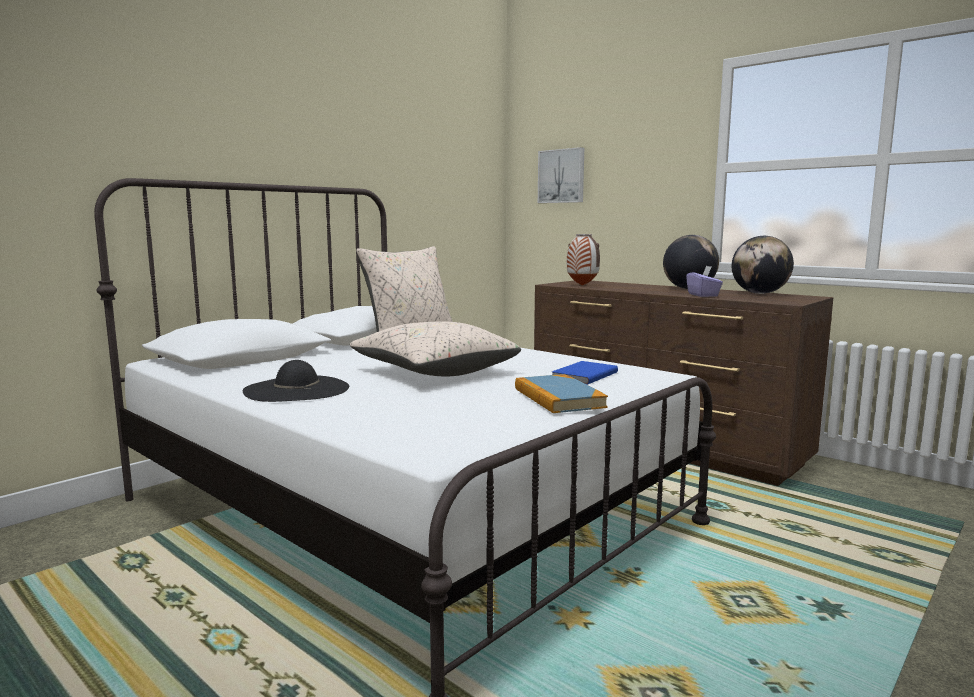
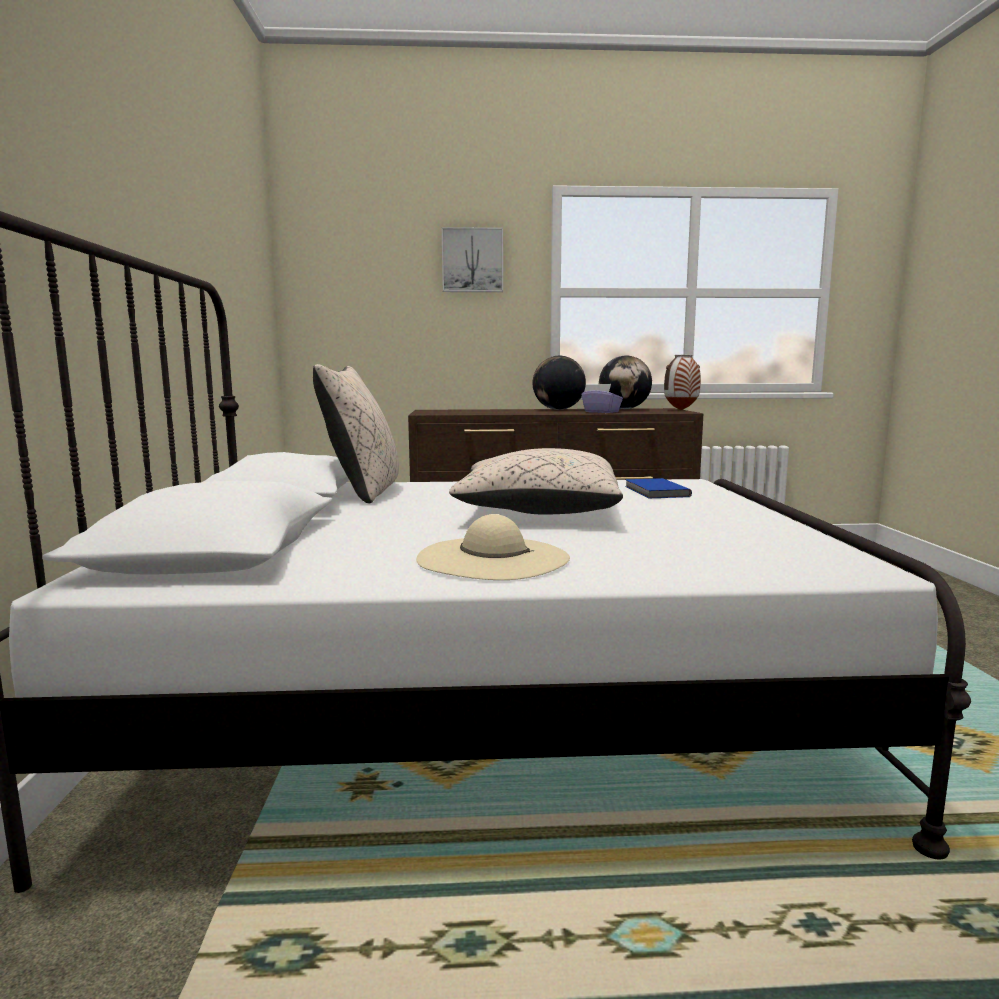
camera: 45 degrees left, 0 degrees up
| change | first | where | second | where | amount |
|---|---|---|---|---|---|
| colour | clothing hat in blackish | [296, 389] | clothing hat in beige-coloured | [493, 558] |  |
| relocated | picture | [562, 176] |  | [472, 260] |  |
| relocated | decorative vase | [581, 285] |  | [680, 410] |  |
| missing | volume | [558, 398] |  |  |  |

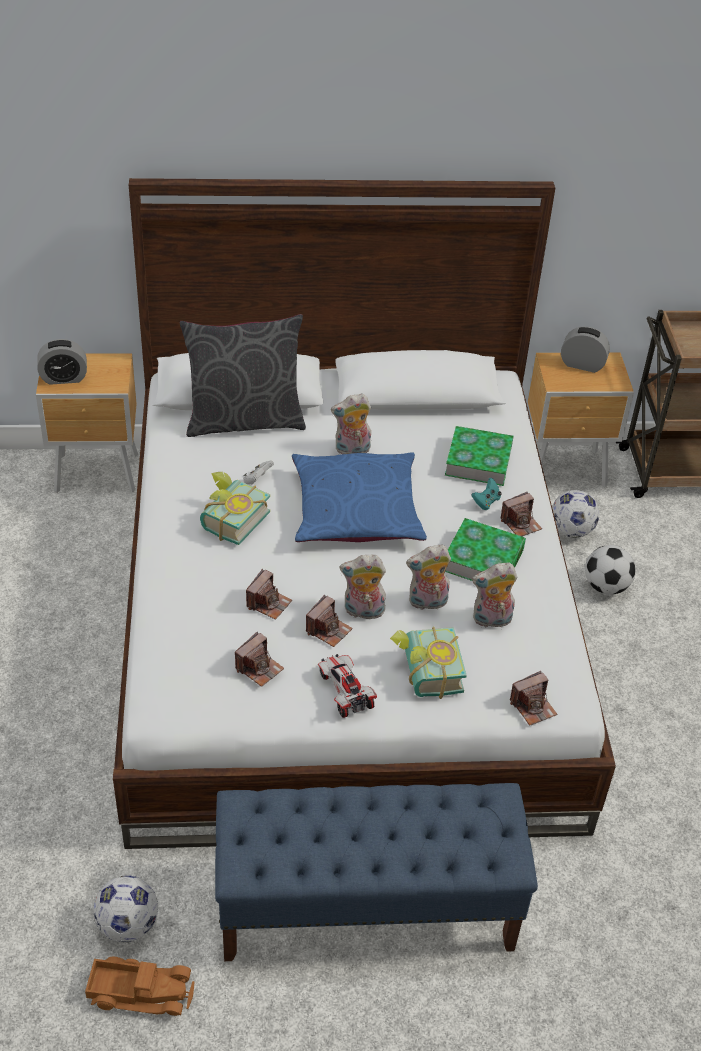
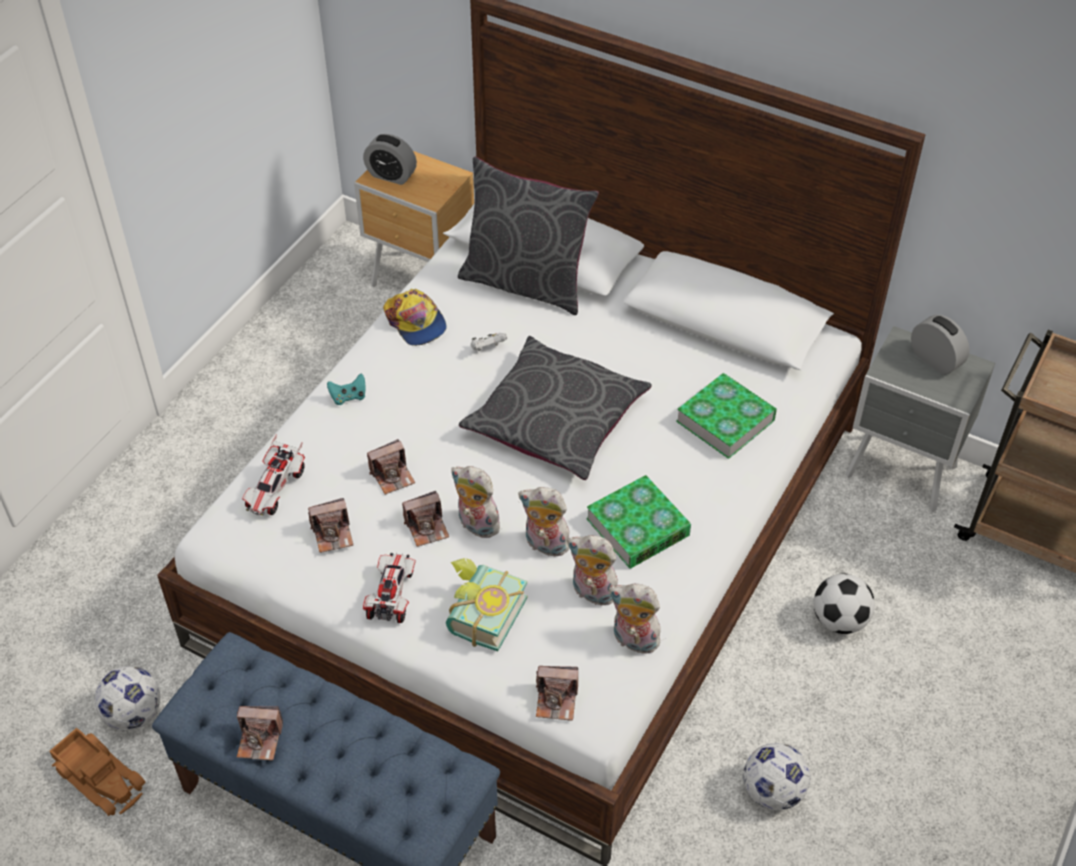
camera: 35 degrees right, 5 degrees up
| change | first | where | second | where | amount |
|---|---|---|---|---|---|
| relocated | photo camera | [520, 523] |  | [260, 740] |  |
| appeared |  |  | model car | [275, 489] |  |
| relocated | joypad in turquoise | [486, 502] |  | [348, 397] |  |
| appeared |  |  | baseball cap | [416, 322] |  |
| colour | pillow in blue | [356, 510] | pillow in gray | [555, 419] |  |
| relocated | plush toy | [351, 450] |  | [633, 641] |  |
| relocated | football ball | [571, 530] |  | [772, 791] |  |
| colour | bedside table in brown | [566, 470] | bedside table in gray | [902, 474] |  |
| missing | volume | [230, 520] |  |  |  |

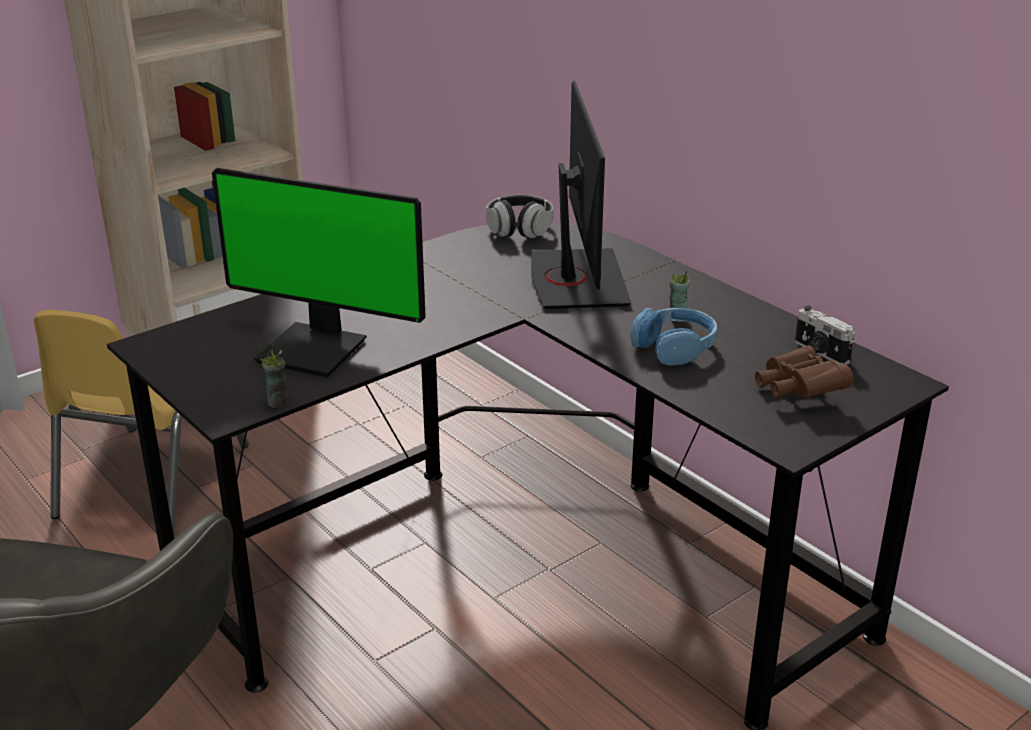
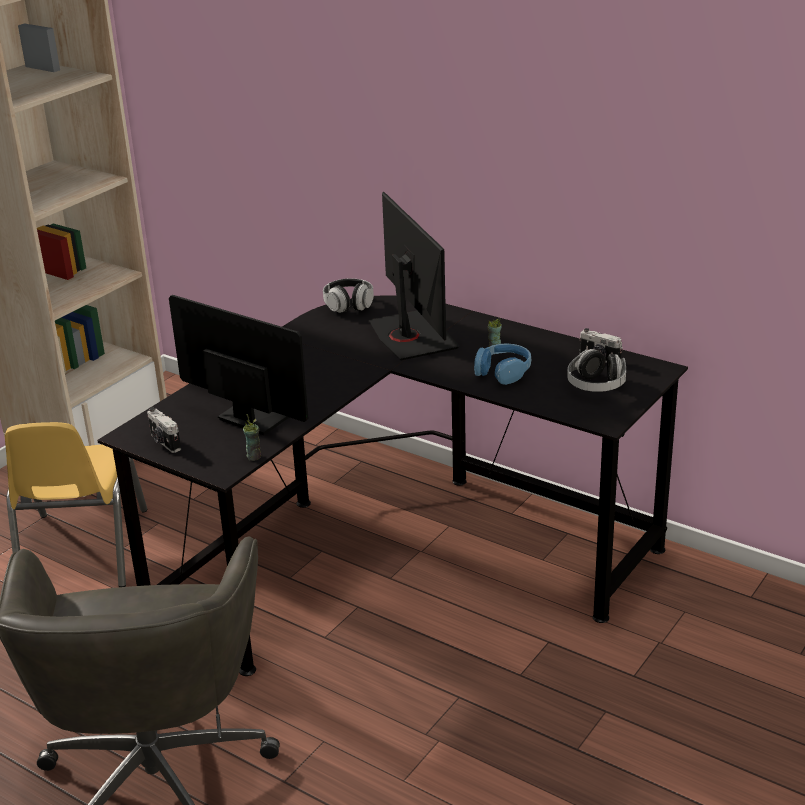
camera: 15 degrees left, 0 degrees up
| change | first | where | second | where | amount |
|---|---|---|---|---|---|
| appeared |  |  | photo camera | [164, 442] |  |
| spun | computer display | [316, 349] |  | [256, 416] | 150 degrees counterclockwise |
| exchanged | pair of binoculars in brown | [797, 390] | headset | [596, 386] |  |

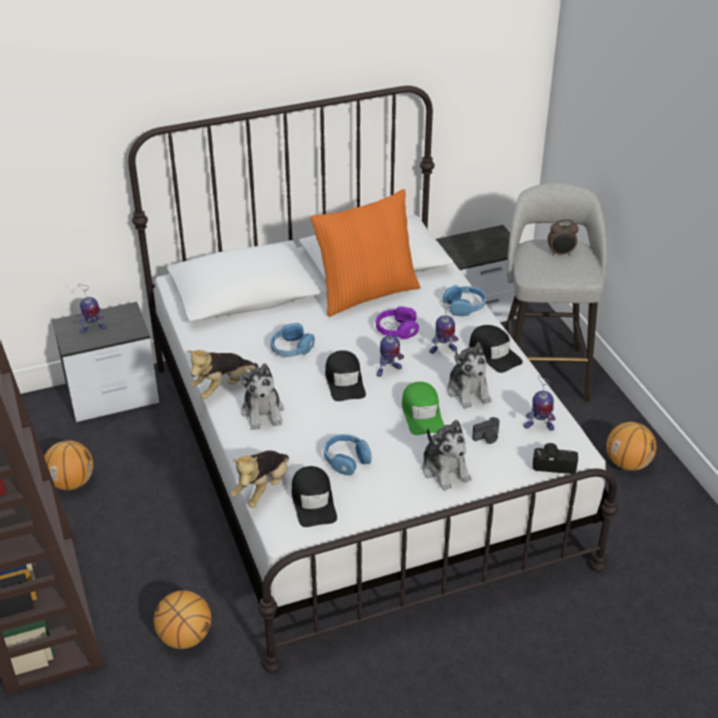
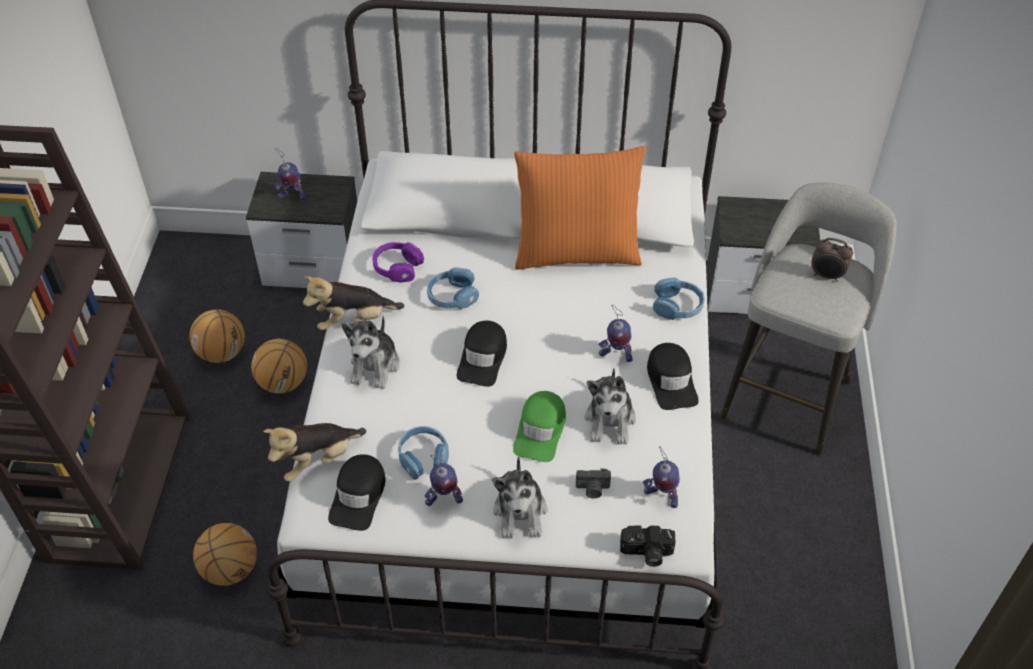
camera: 25 degrees right, 10 degrees up
| change | first | where | second | where | amount |
|---|---|---|---|---|---|
| relocated | basketball | [627, 463] |  | [283, 383] |  |
| relocated | headset in purplish | [396, 329] |  | [397, 267] |  |
| relocated | robot figure | [388, 370] |  | [443, 500] |  |
| spun | photo camera | [554, 464] |  | [646, 553] | 150 degrees clockwise |

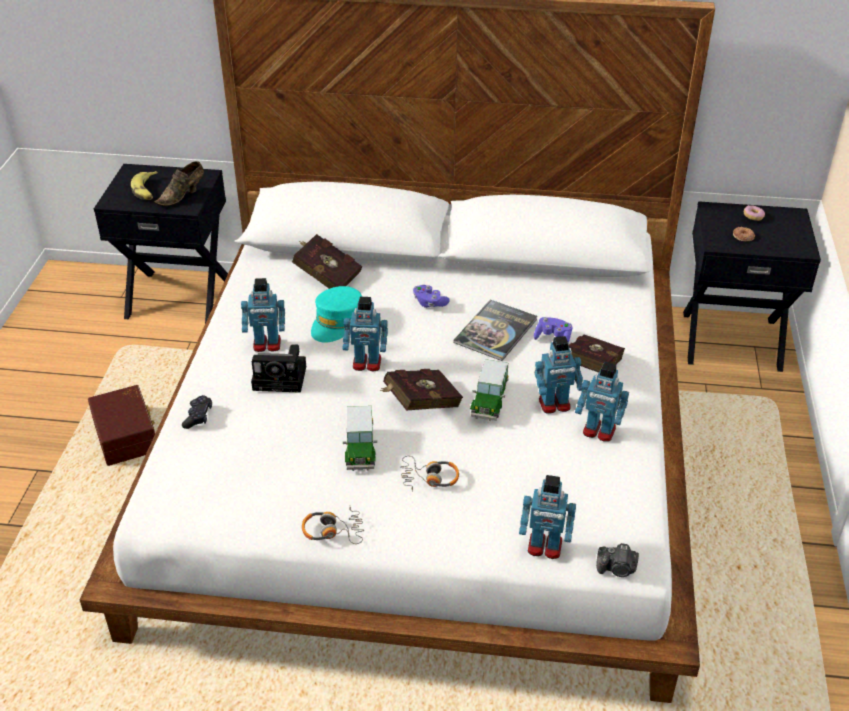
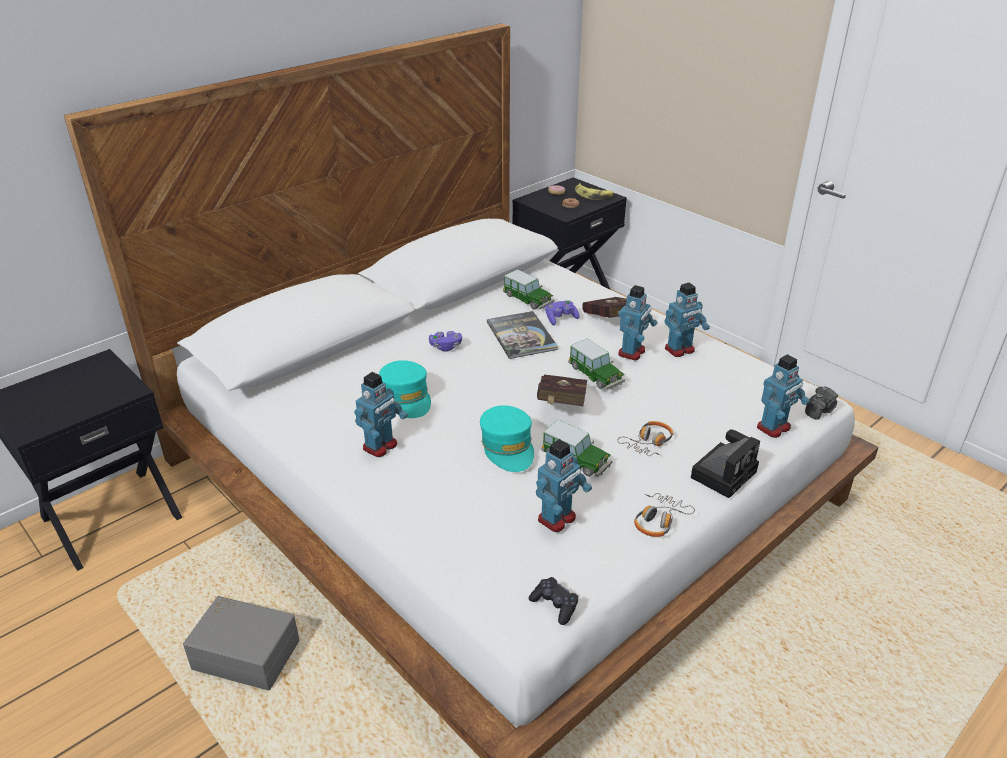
camera: 50 degrees left, 5 degrees down
| change | first | where | second | where | amount |
|---|---|---|---|---|---|
| colour | storage box in brown | [127, 436] | storage box in gray | [247, 653] |  |
| appeared |  |  | baseball cap in turquoise | [508, 447] |  |
| appeared |  |  | model car | [528, 299] |  |
| relocated | joypad in blackish | [198, 416] |  | [555, 605] |  |
| relocated | robot figure | [367, 364] |  | [557, 519] |  |
| relocated | banana | [146, 190] |  | [593, 195] |  |
| relocated | photo camera | [282, 378] |  | [724, 473] |  |
| missing | item of footwear in brown | [183, 195] |  |  |  |
| missing | volume in red-coloured | [326, 276] |  |  |  |

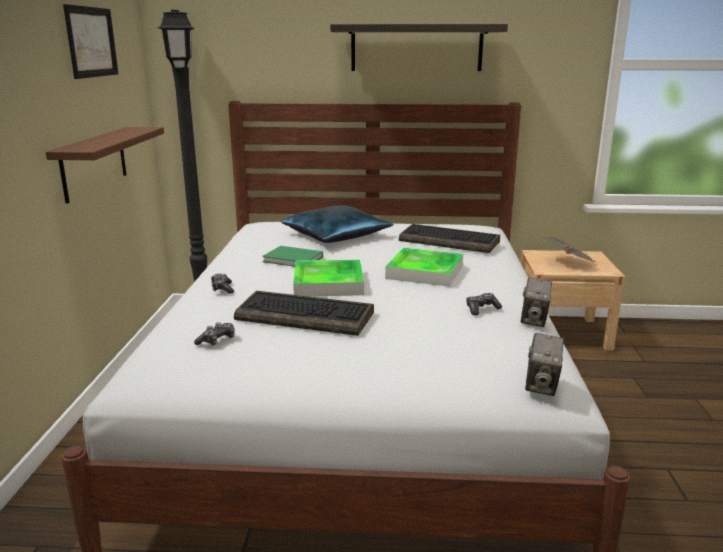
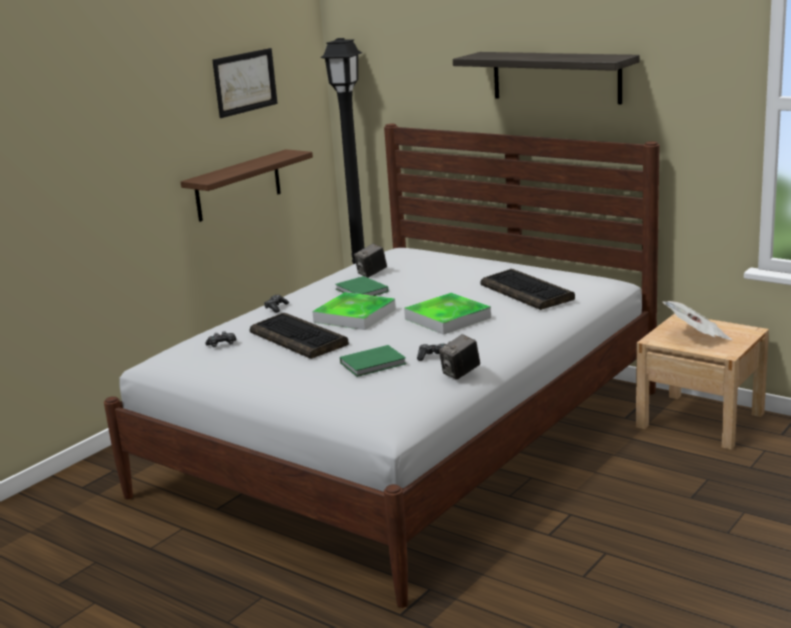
camera: 35 degrees right, 0 degrees up
| change | first | where | second | where | amount |
|---|---|---|---|---|---|
| appeared |  |  | volume in green | [375, 363] |  |
| relocated | photo camera | [542, 385] |  | [371, 274] |  |
| missing | pillow in blue | [336, 235] |  |  |  |

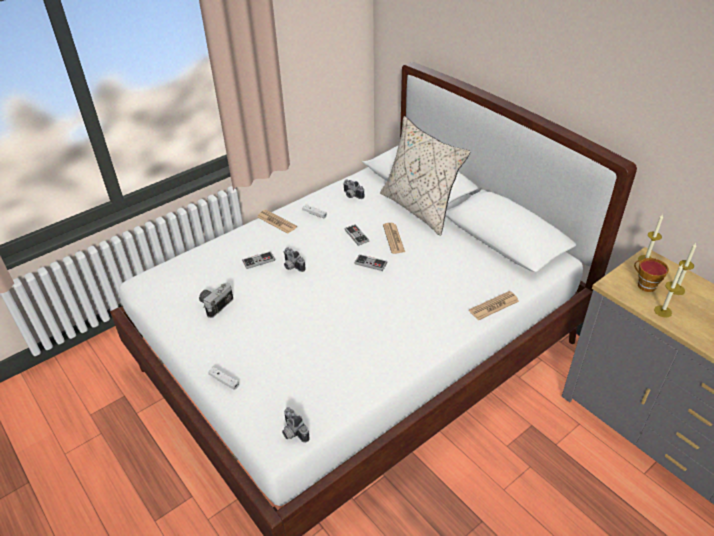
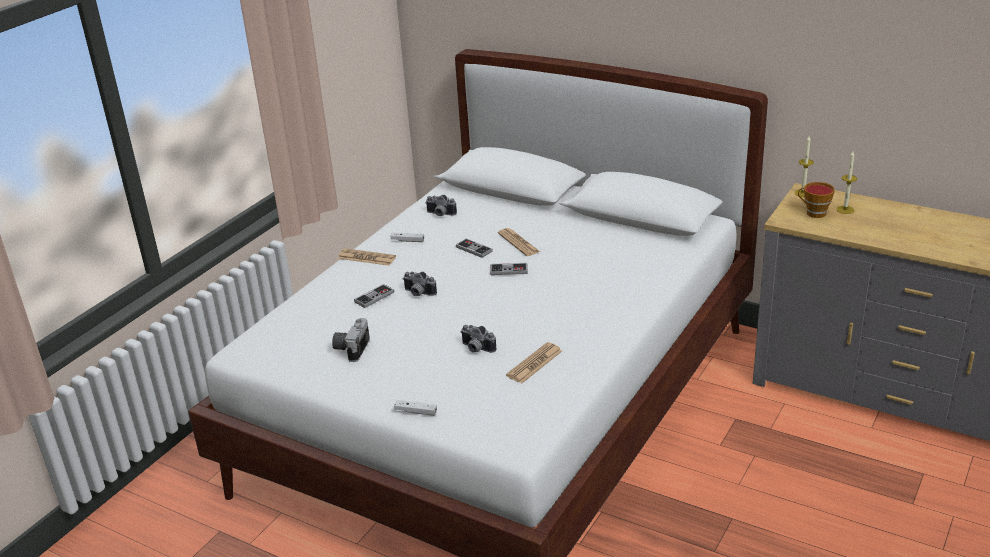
camera: 20 degrees left, 10 degrees down
| change | first | where | second | where | amount |
|---|---|---|---|---|---|
| relocated | photo camera | [292, 432] |  | [476, 349] |  |
| relocated | newspaper | [494, 306] |  | [534, 363] |  |
| missing | pillow in beige-coloured | [420, 208] |  |  |  |
| missing | wax light | [663, 311] |  |  |  |

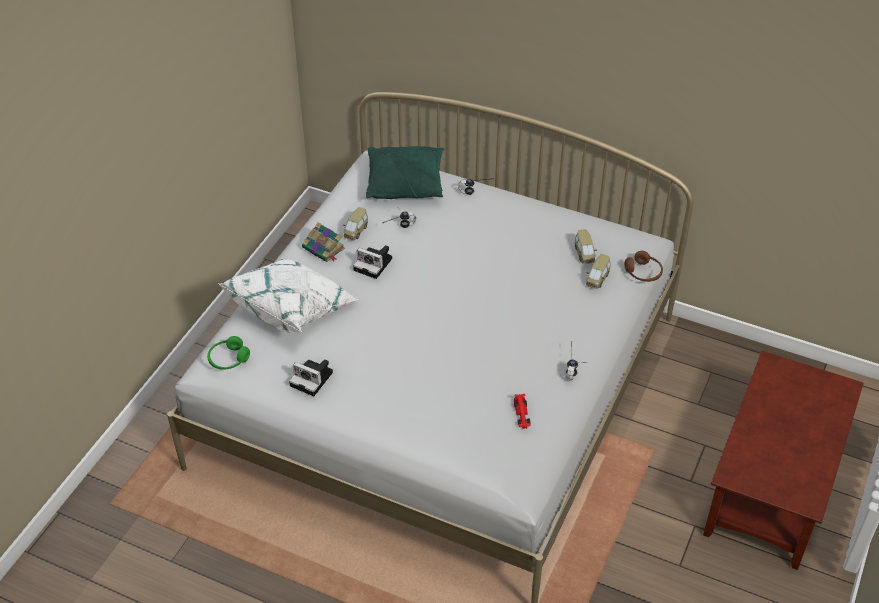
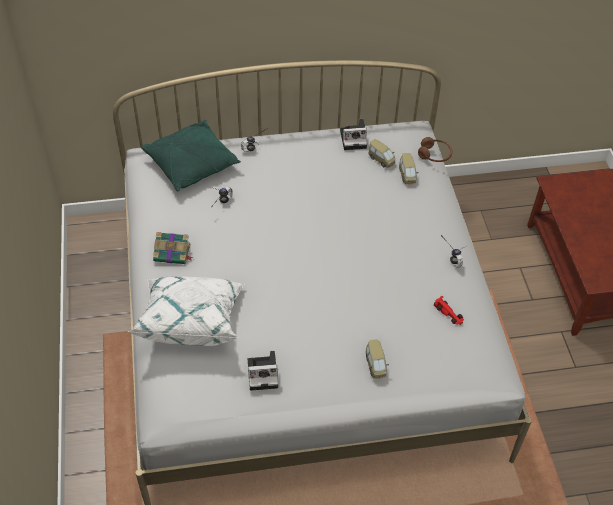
camera: 35 degrees left, 5 degrees up
| change | first | where | second | where | amount |
|---|---|---|---|---|---|
| relocated | photo camera | [374, 264] |  | [354, 139] |  |
| relocated | model car | [355, 231] |  | [375, 365] |  |
| missing | headset in green | [228, 359] |  |  |  |

